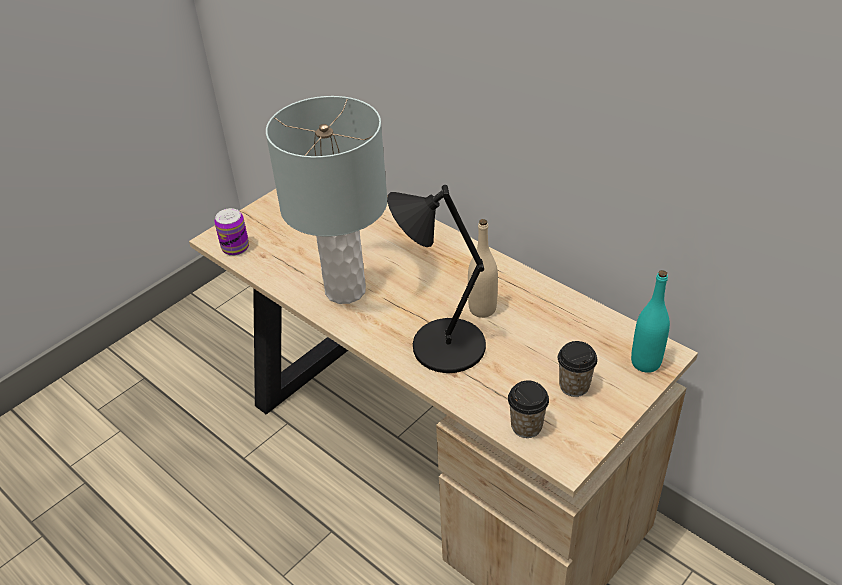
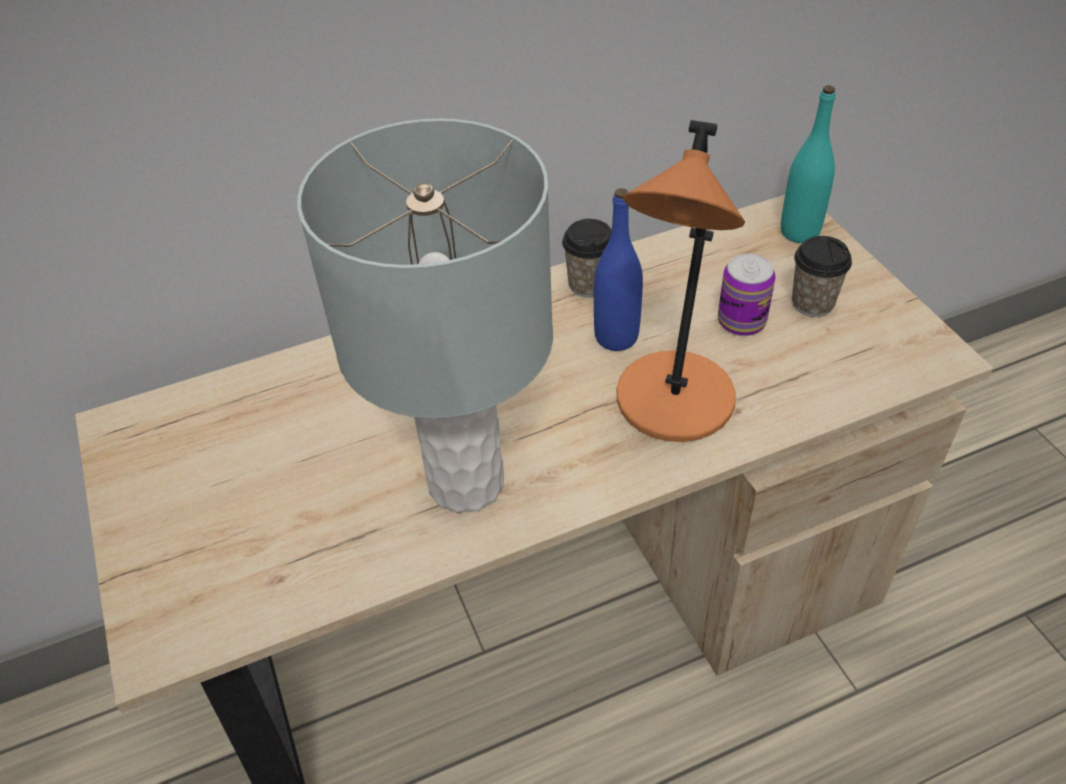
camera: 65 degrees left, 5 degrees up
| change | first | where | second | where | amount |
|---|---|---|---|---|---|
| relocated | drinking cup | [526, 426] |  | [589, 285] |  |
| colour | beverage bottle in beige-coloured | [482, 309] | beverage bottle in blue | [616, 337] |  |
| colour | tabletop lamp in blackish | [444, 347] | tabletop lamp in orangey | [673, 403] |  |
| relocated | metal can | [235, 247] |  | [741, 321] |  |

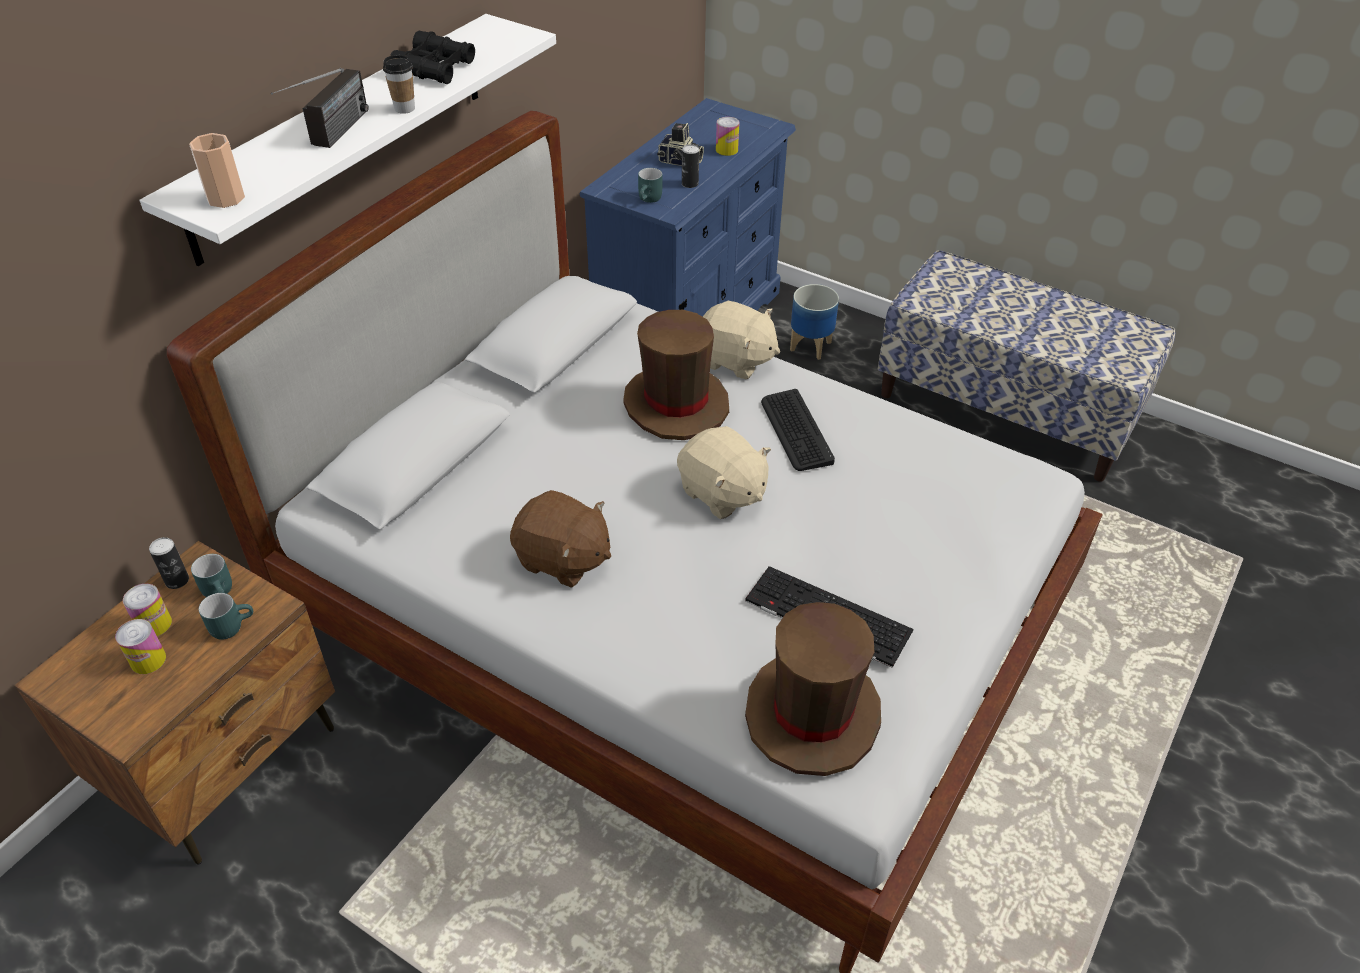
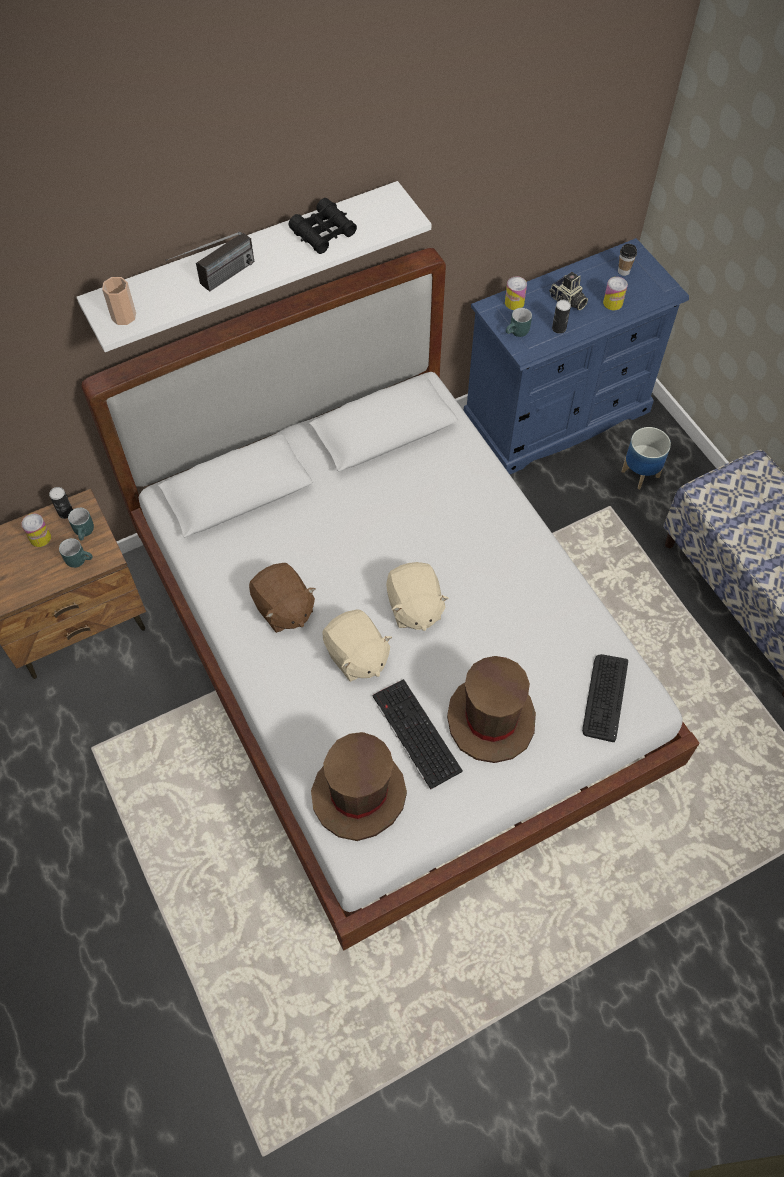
camera: 30 degrees right, 15 degrees up
| change | first | where | second | where | amount |
|---|---|---|---|---|---|
| relocated | plush toy in beige-coloured | [735, 360] |  | [356, 656] |  |
| relocated | clothing hat in brown | [676, 404] |  | [491, 719] |  |
| relocated | metal can | [148, 660] |  | [514, 303] |  |
| relocated | PC keyboard | [796, 431] |  | [605, 697] |  |
| relocated | drinking cup | [404, 108] |  | [623, 271] |  |

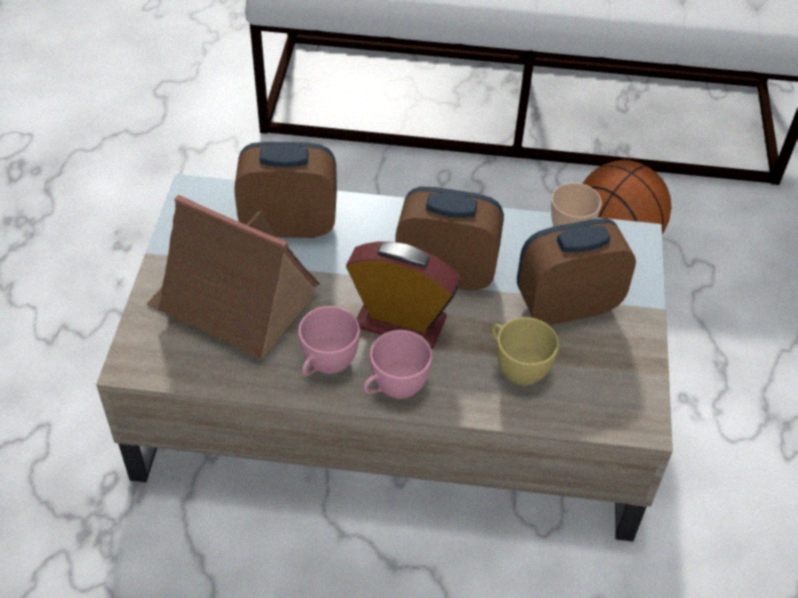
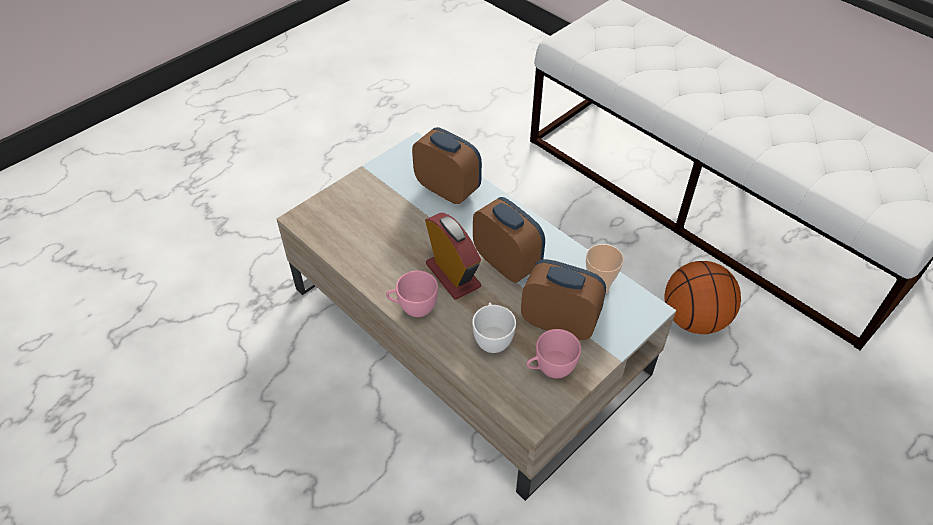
camera: 40 degrees right, 0 degrees up
| change | first | where | second | where | amount |
|---|---|---|---|---|---|
| colour | drinking cup in yellow-coloured | [516, 367] | drinking cup in white | [492, 338] |  |
| relocated | drinking cup in pink | [326, 366] |  | [550, 369] |  |
| missing | toy house | [233, 302] |  |  |  |

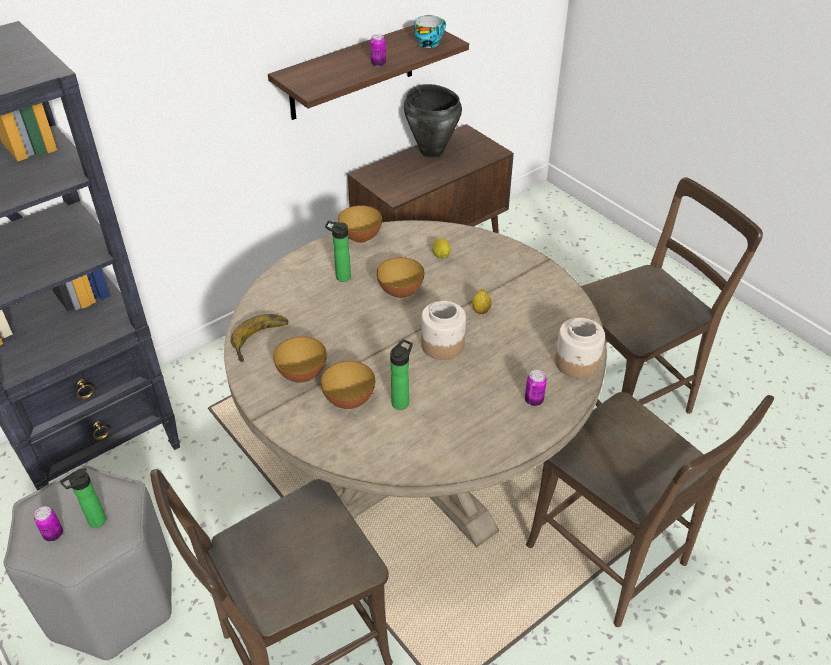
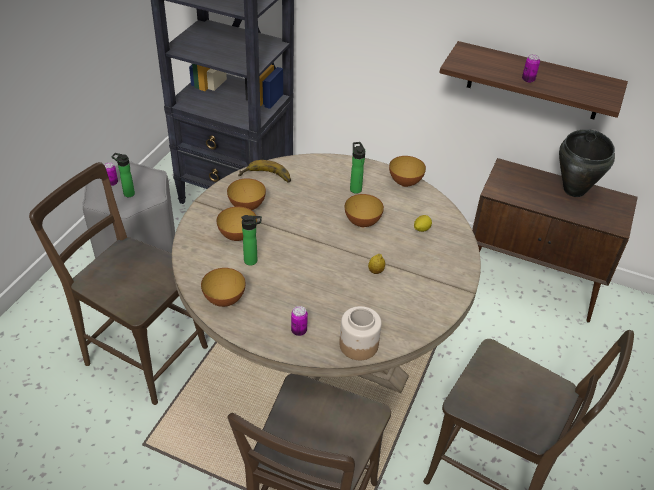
camera: 60 degrees right, 0 degrees up
| change | first | where | second | where | amount |
|---|---|---|---|---|---|
| appeared |  |  | bowl | [224, 300] |  |
| missing | drinking cup | [429, 42] |  |  |  |
| missing | preserve jar | [442, 345] |  |  |  |

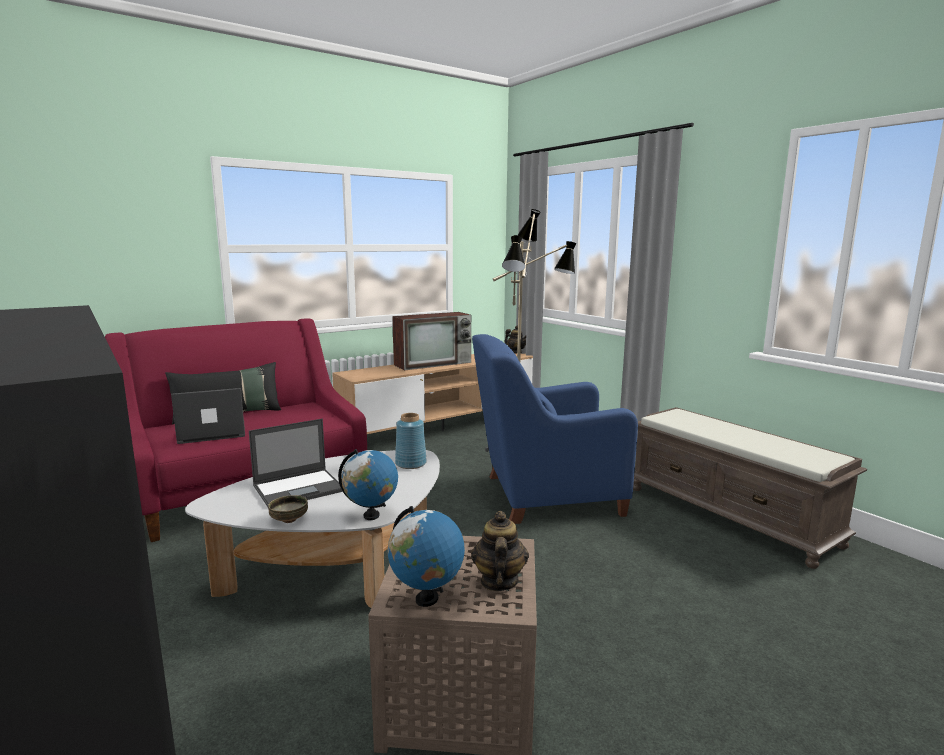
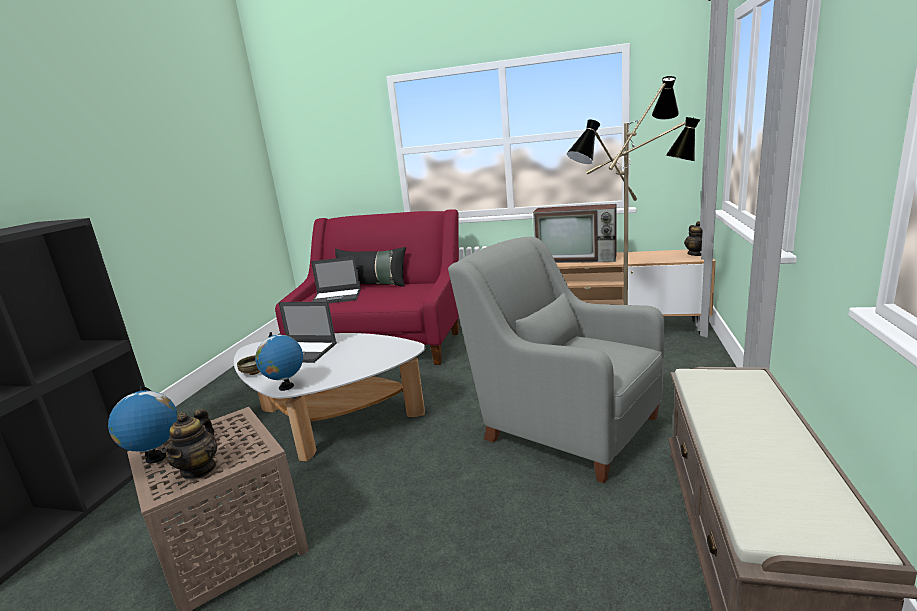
camera: 50 degrees right, 5 degrees up
| change | first | where | second | where | amount |
|---|---|---|---|---|---|
| spun | pot for tea | [498, 581] |  | [199, 469] | 135 degrees clockwise |
| spun | laptop | [211, 433] |  | [337, 297] | 150 degrees clockwise |
| colour | lounge chair in blue | [546, 495] | lounge chair in gray | [564, 425] |  |
| missing | decorative vase in blue | [411, 463] |  |  |  |

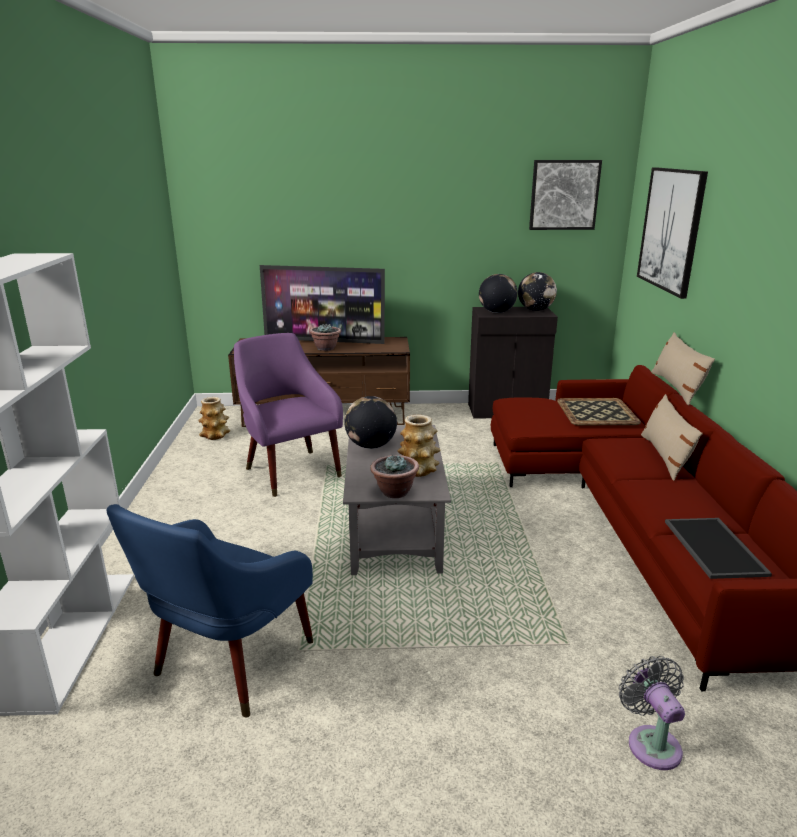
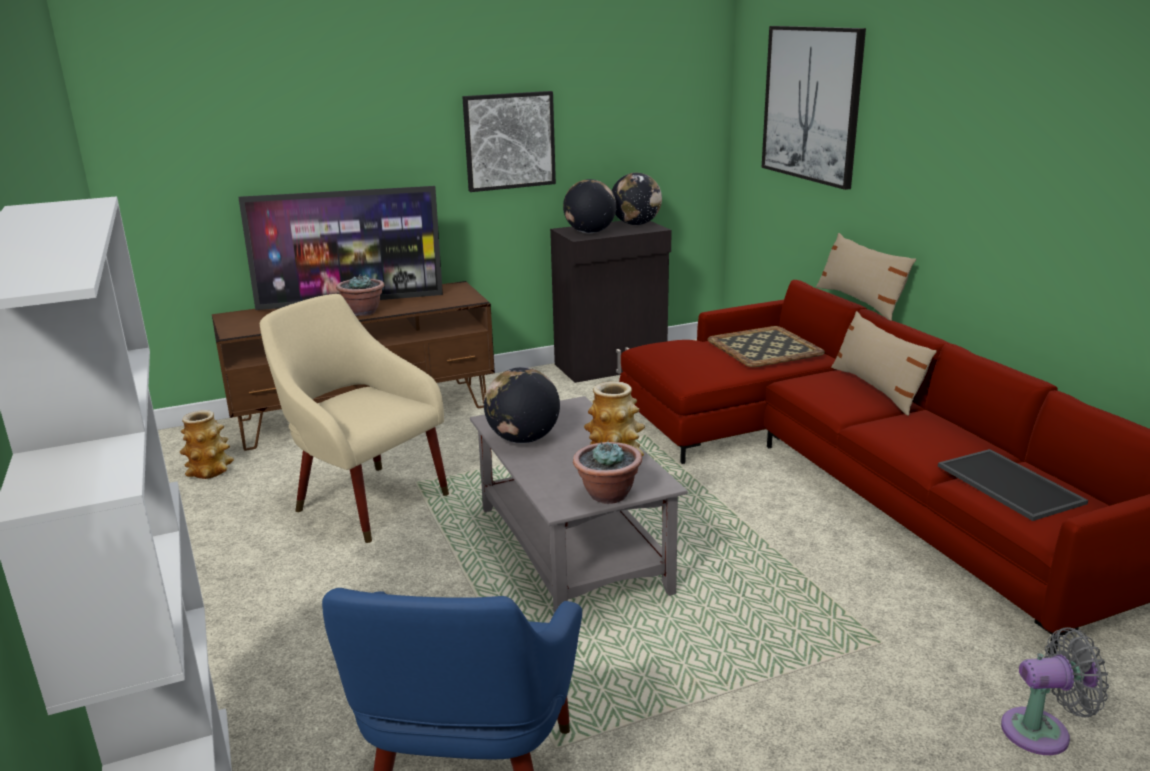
camera: 20 degrees left, 0 degrees up
| change | first | where | second | where | amount |
|---|---|---|---|---|---|
| colour | lounge chair in purplish | [290, 469] | lounge chair in beige-coloured | [366, 499] |  |
| relocated | picture | [564, 195] |  | [509, 141] |  |
| spun | fan in gray | [651, 742] |  | [1042, 731] | 120 degrees clockwise |

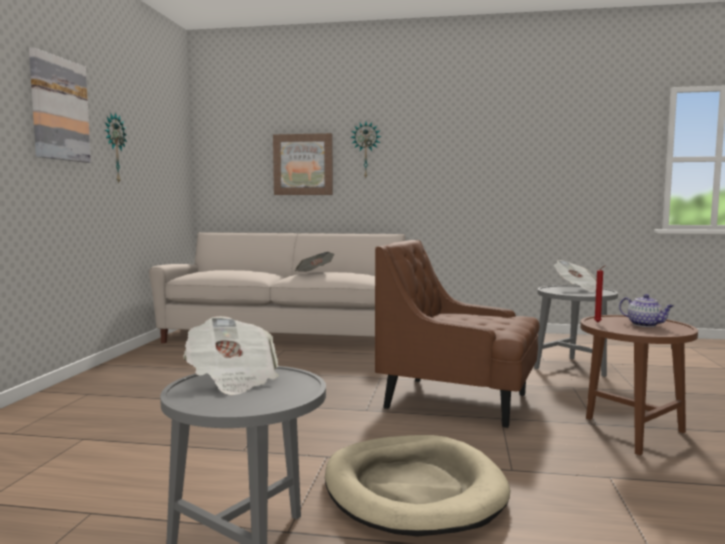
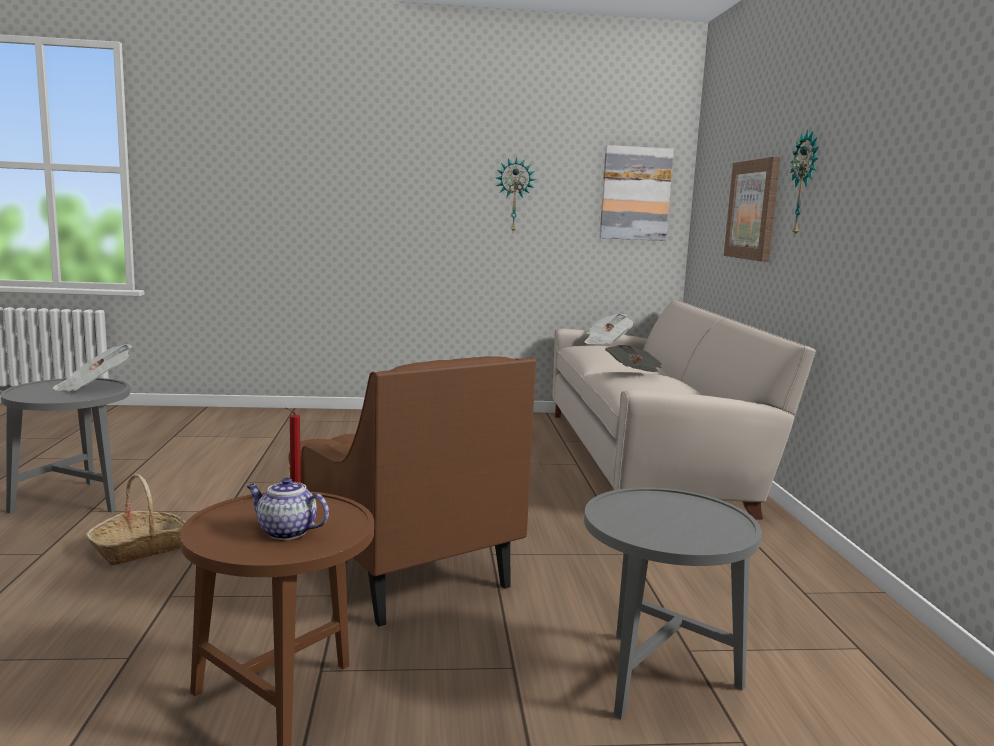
camera: 75 degrees right, 5 degrees up
| change | first | where | second | where | amount |
|---|---|---|---|---|---|
| exchanged | dog bed in beige-coloured | [413, 490] | basket | [140, 548] |  |
| spun | pot for tea | [645, 325] |  | [285, 532] | 75 degrees clockwise |
| spun | lounge chair in brown | [458, 401] |  | [401, 568] | 135 degrees clockwise |
| relocated | newspaper | [577, 288] |  | [606, 342] |  |
| relocated | picture | [59, 109] |  | [635, 193] |  |

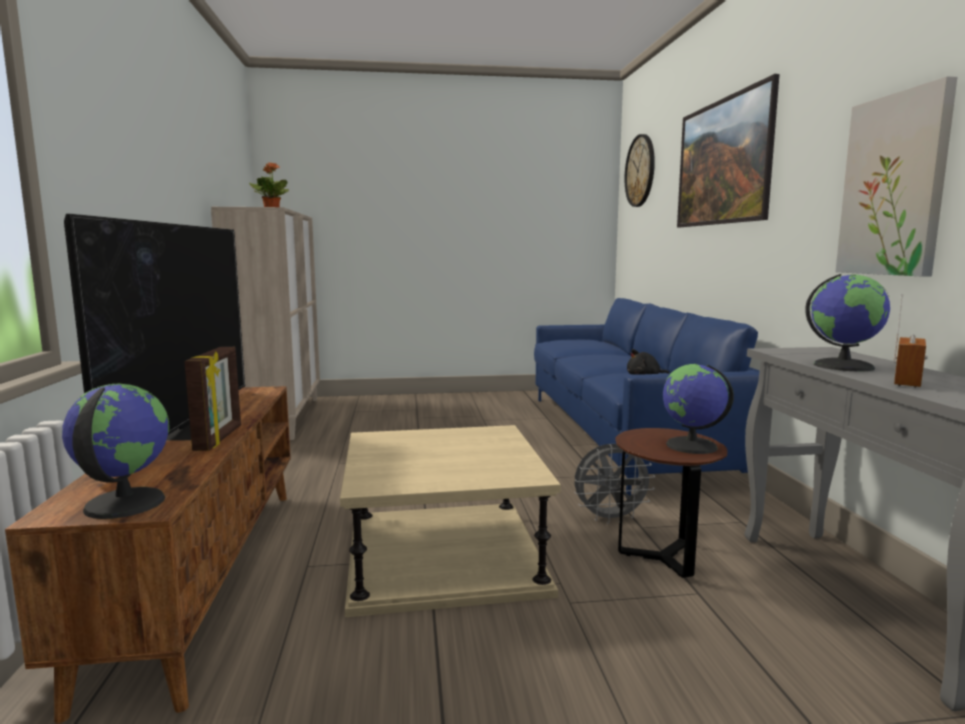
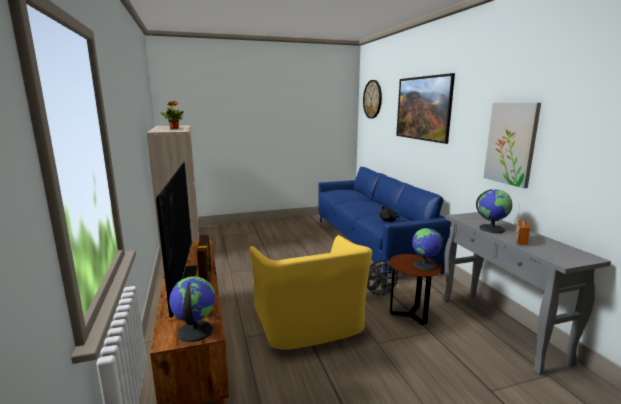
camera: 10 degrees left, 5 degrees up
| change | first | where | second | where | amount |
|---|---|---|---|---|---|
| exchanged | end table in beige-coloured | [443, 556] | lounge chair in yellow-coloured | [309, 324] |  |

